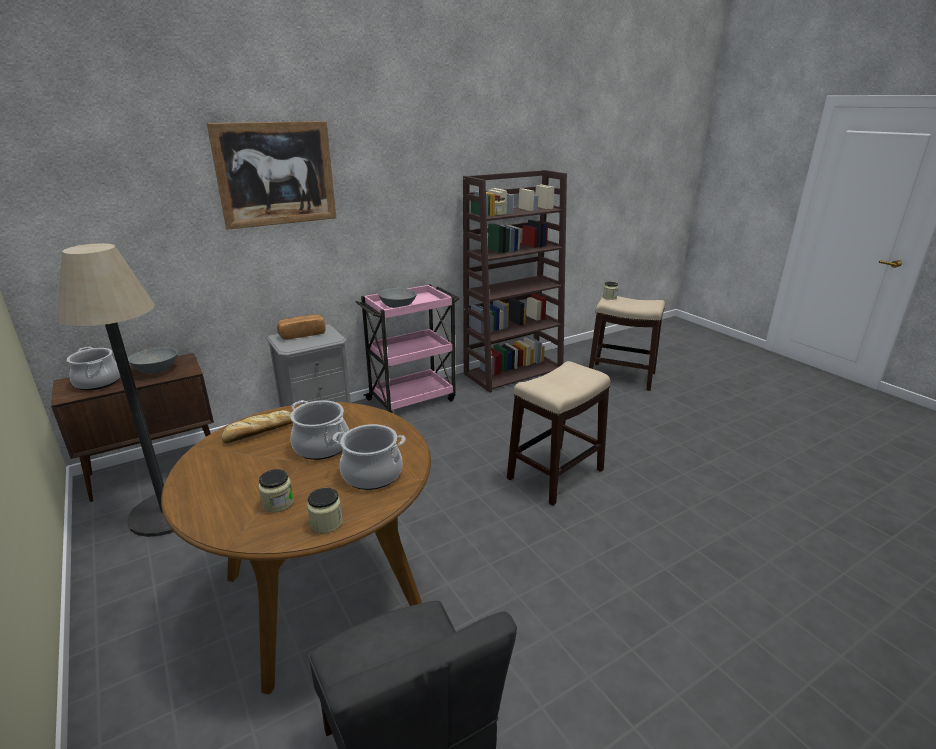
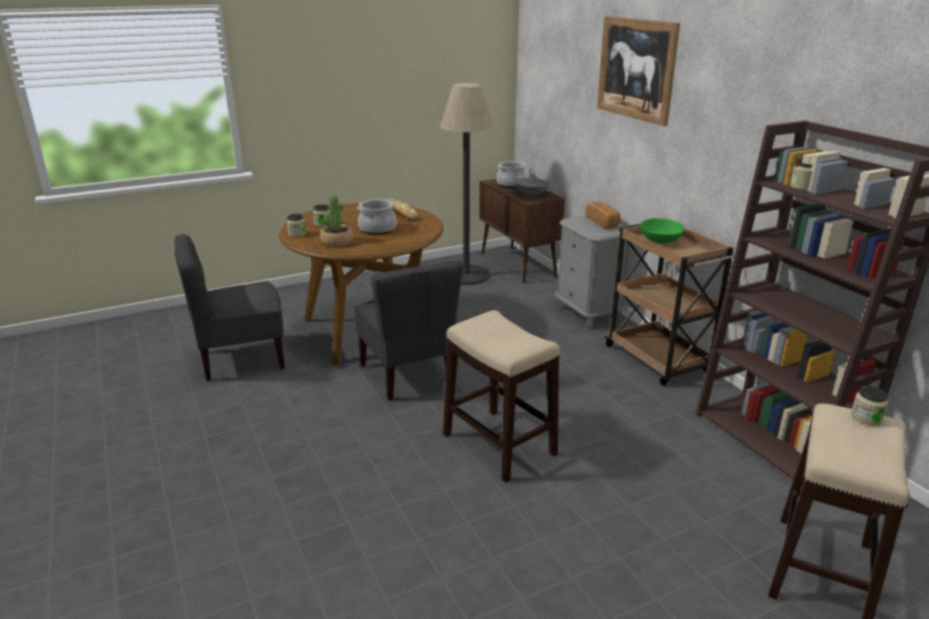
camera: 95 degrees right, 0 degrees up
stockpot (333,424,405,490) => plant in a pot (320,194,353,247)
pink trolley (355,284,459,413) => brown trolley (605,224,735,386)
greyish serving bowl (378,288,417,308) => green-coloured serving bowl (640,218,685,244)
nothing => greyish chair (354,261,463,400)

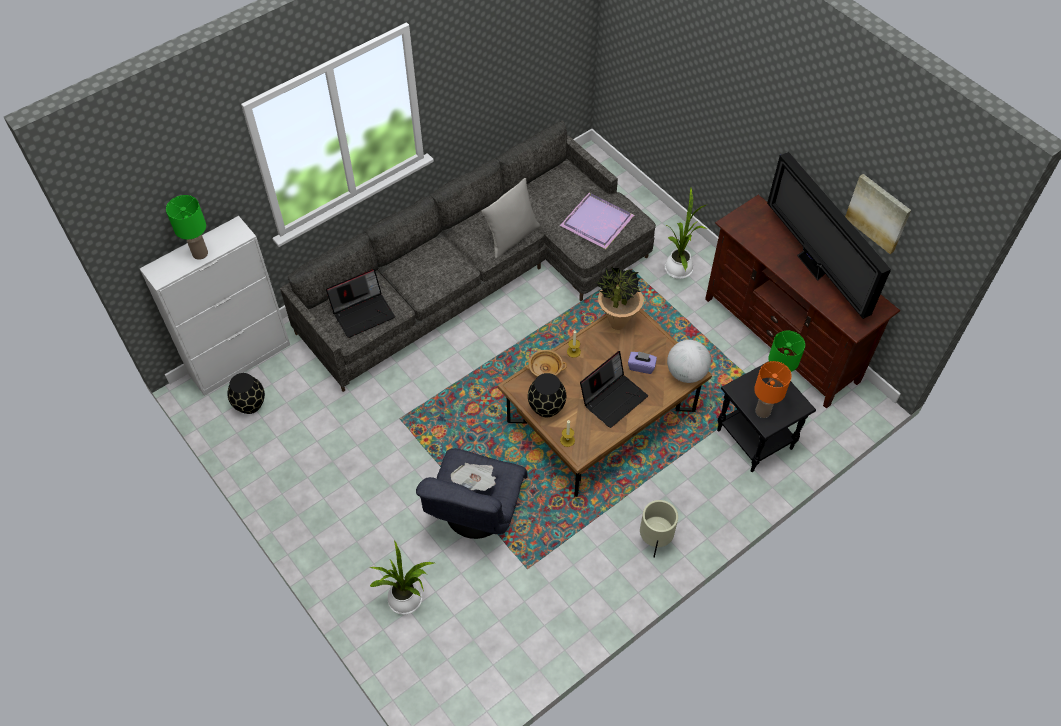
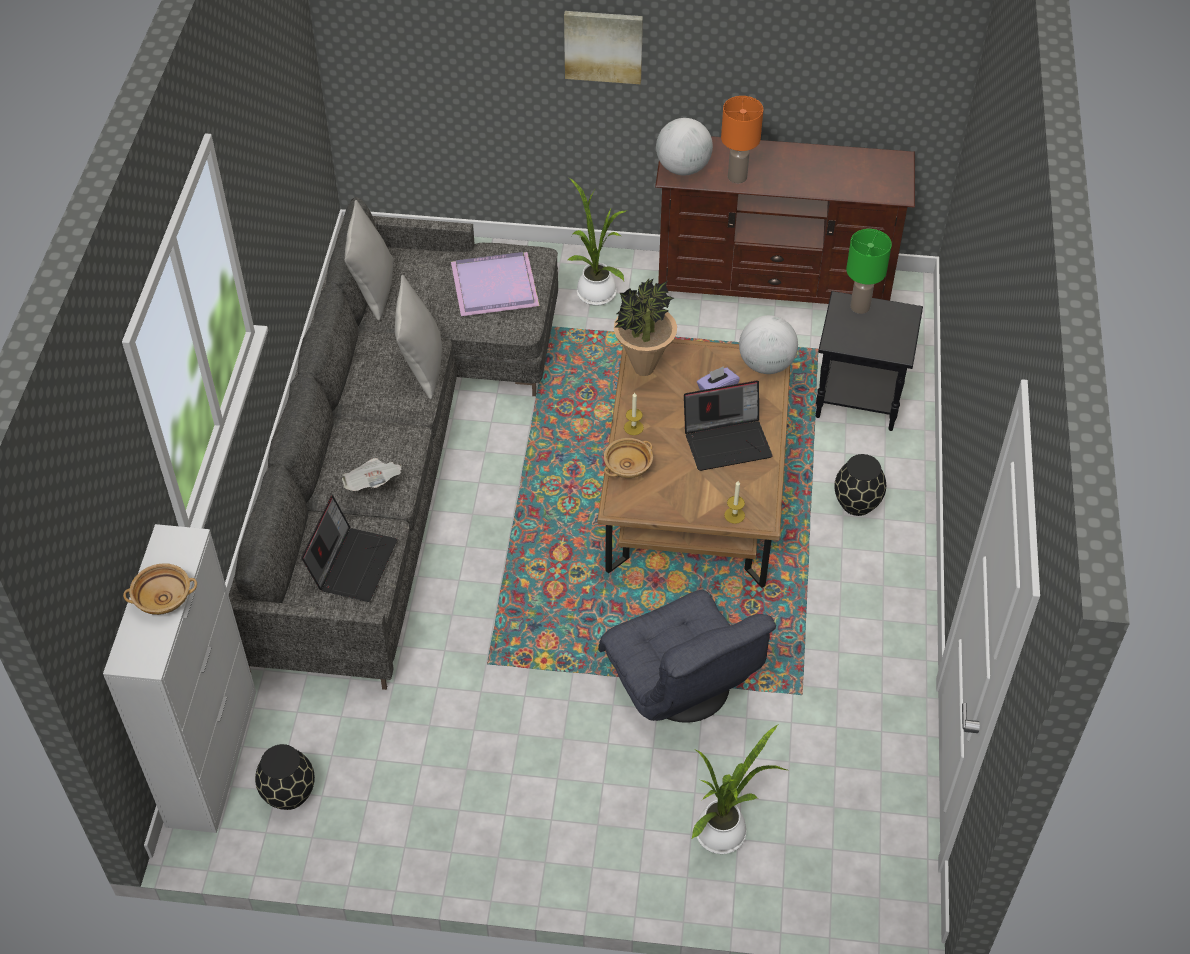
camera: 45 degrees left, 5 degrees down
green-coloured lamp for a table (166,195,208,260) => beige-coloured serving bowl (123,563,197,615)
daily paper (451,463,496,491) => daily paper (342,458,402,491), shifted
blackish flower vase (528,373,566,417) => blackish flower vase (834,454,886,516), shifted
portable computer (580,351,648,428) => portable computer (684,380,773,471), 75 degrees clockwise
beige-coloured flower pot (640,500,678,558) => nothing
orange lamp for a table (754,361,792,418) => orange lamp for a table (721,96,763,183), shifted
television (767,152,891,319) => nothing
wall picture (845,174,911,254) => wall picture (564,11,643,84), shifted
nothing => greyish pillow (345,200,394,321)
nothing => globe (656,118,713,175)

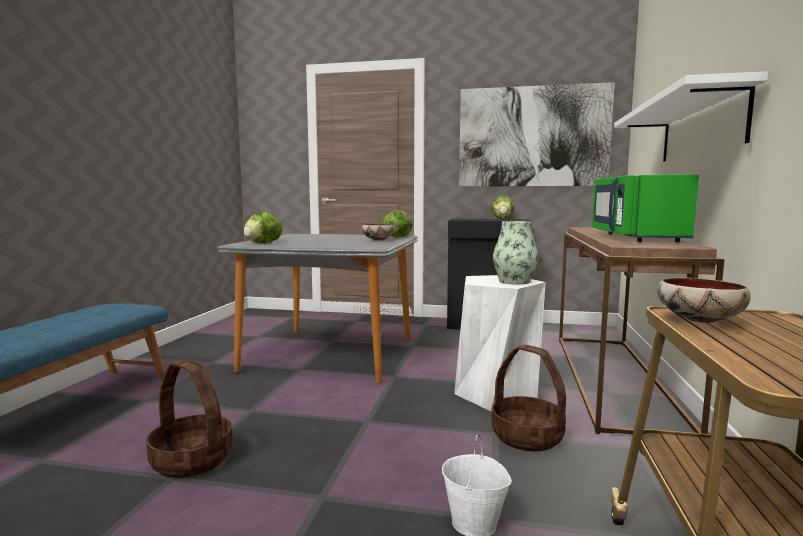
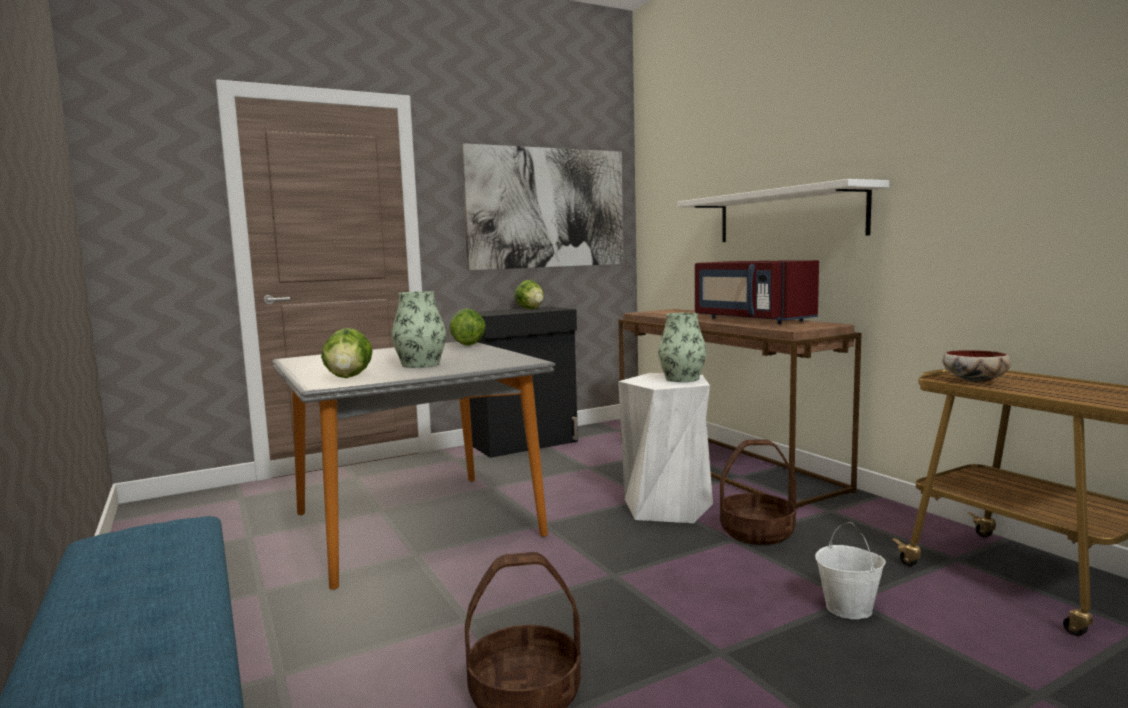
camera: 40 degrees left, 0 degrees up
serving bowl (362,224,395,241) => nothing
green-coloured microwave oven (592,175,699,242) => reddish microwave oven (695,260,819,324)
nothing => flower vase (392,291,446,368)

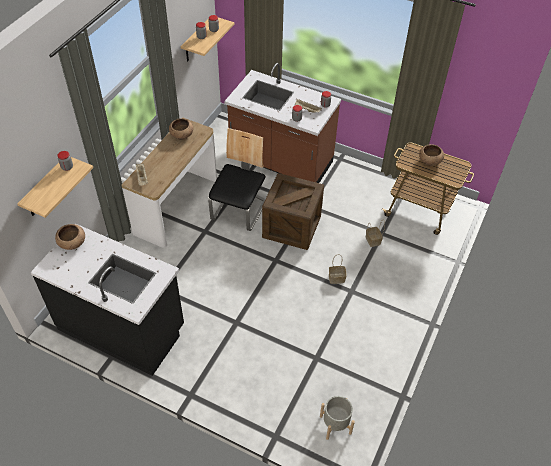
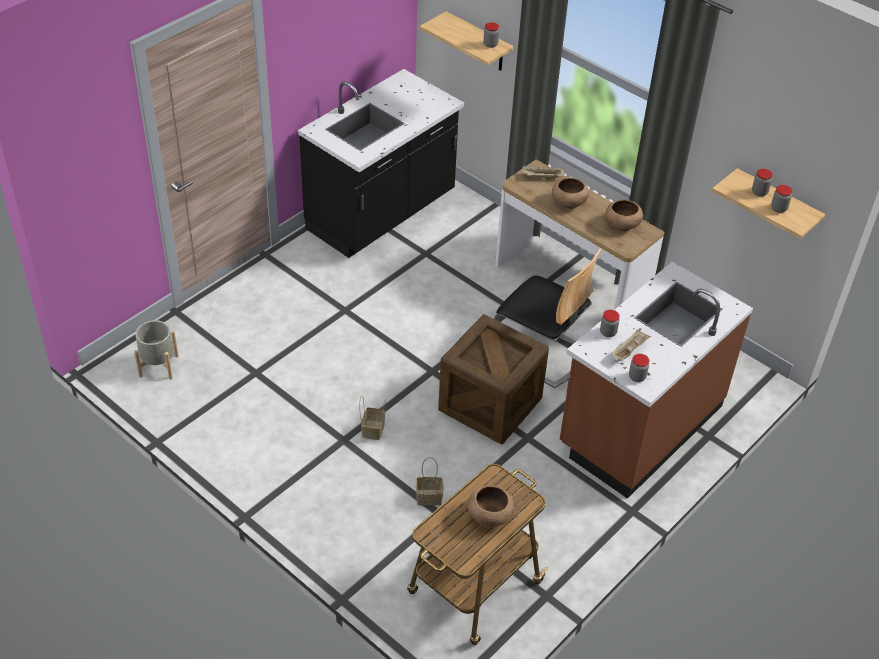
camera: 105 degrees right, 5 degrees down
brown serving bowl (55,224,85,250) => brown serving bowl (552,177,589,209), shifted

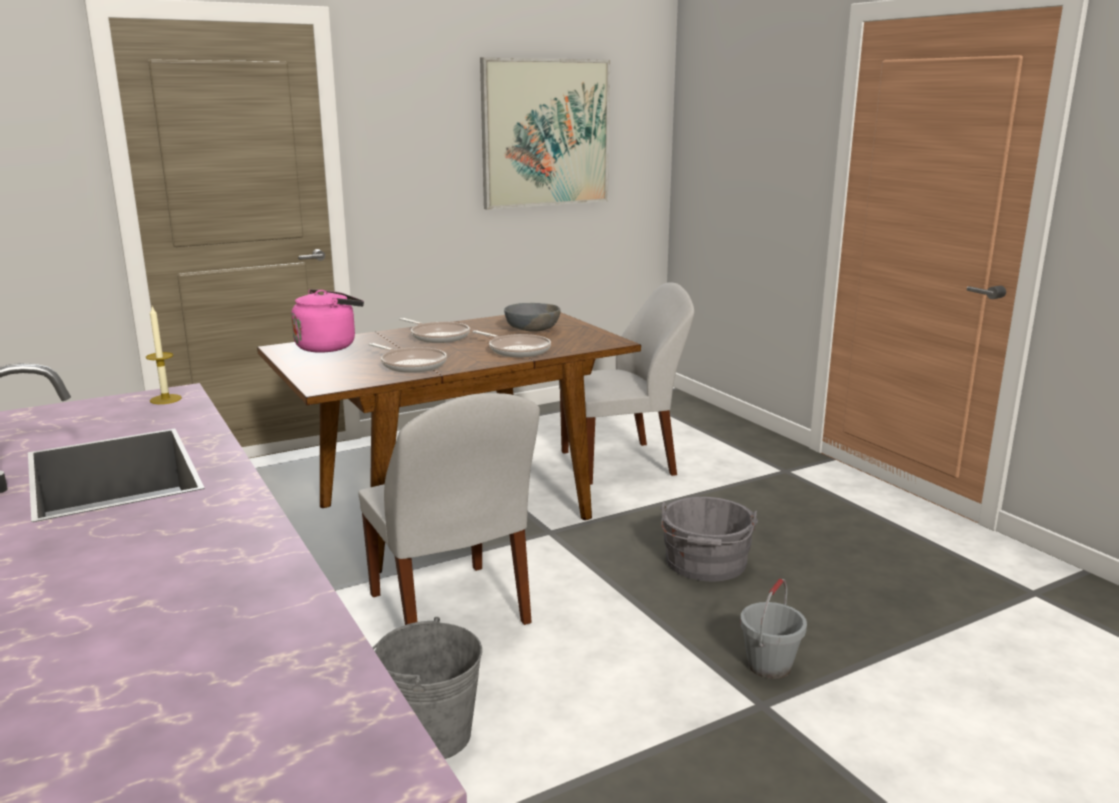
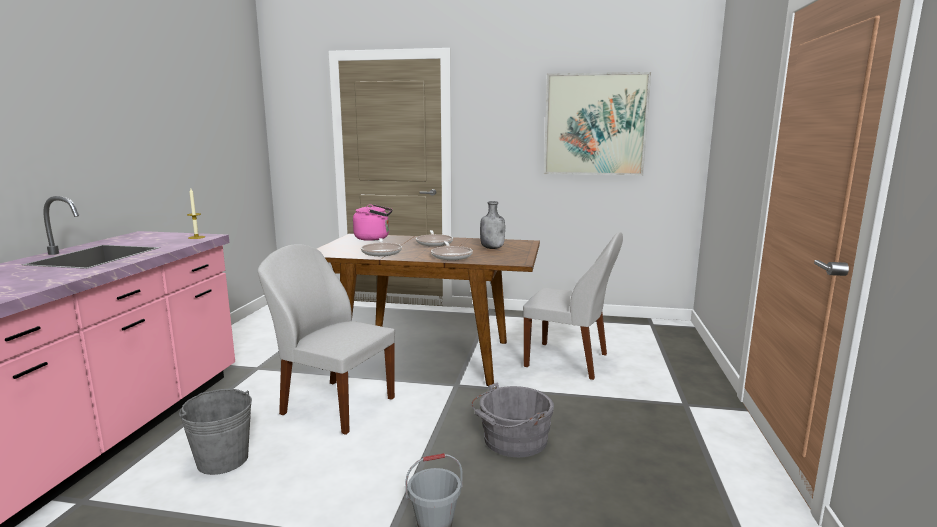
camera: 40 degrees right, 5 degrees down
whitish chair (358,393,540,625) => whitish chair (258,245,395,435), 105 degrees clockwise
greyish serving bowl (504,303,561,332) => greyish beverage bottle (480,201,505,249)

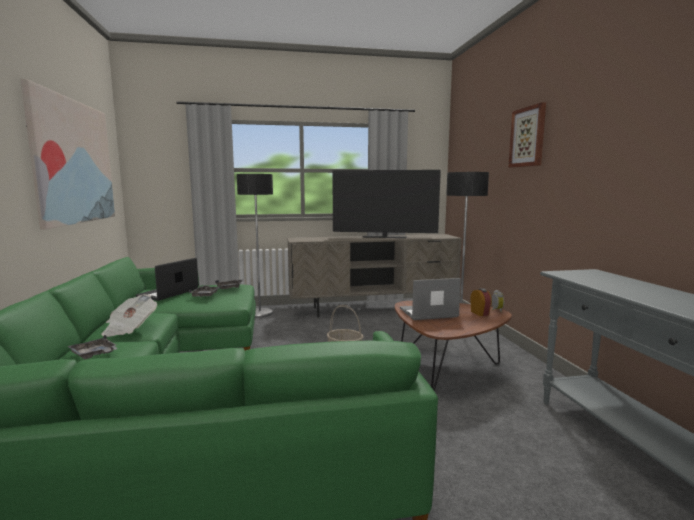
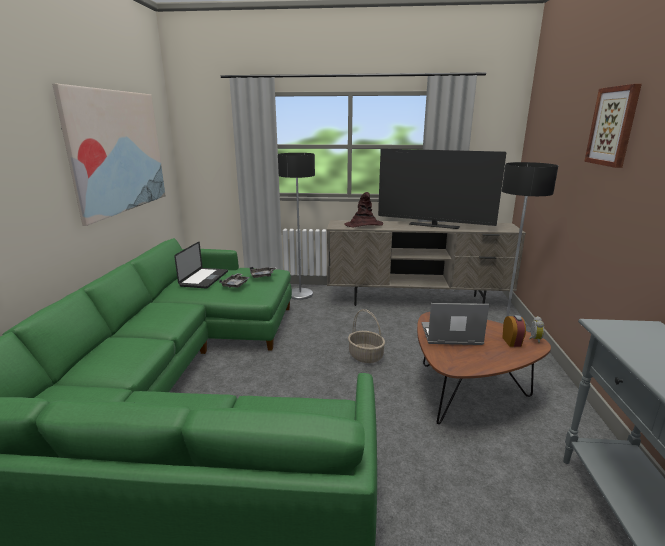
camera: 15 degrees right, 10 degrees up
greyish tray (67,335,118,359) => nothing
daily paper (101,294,157,337) => nothing
portable computer (136,258,199,301) => portable computer (174,241,228,289), 150 degrees clockwise
nothing => brown wearable hat (344,192,383,227)

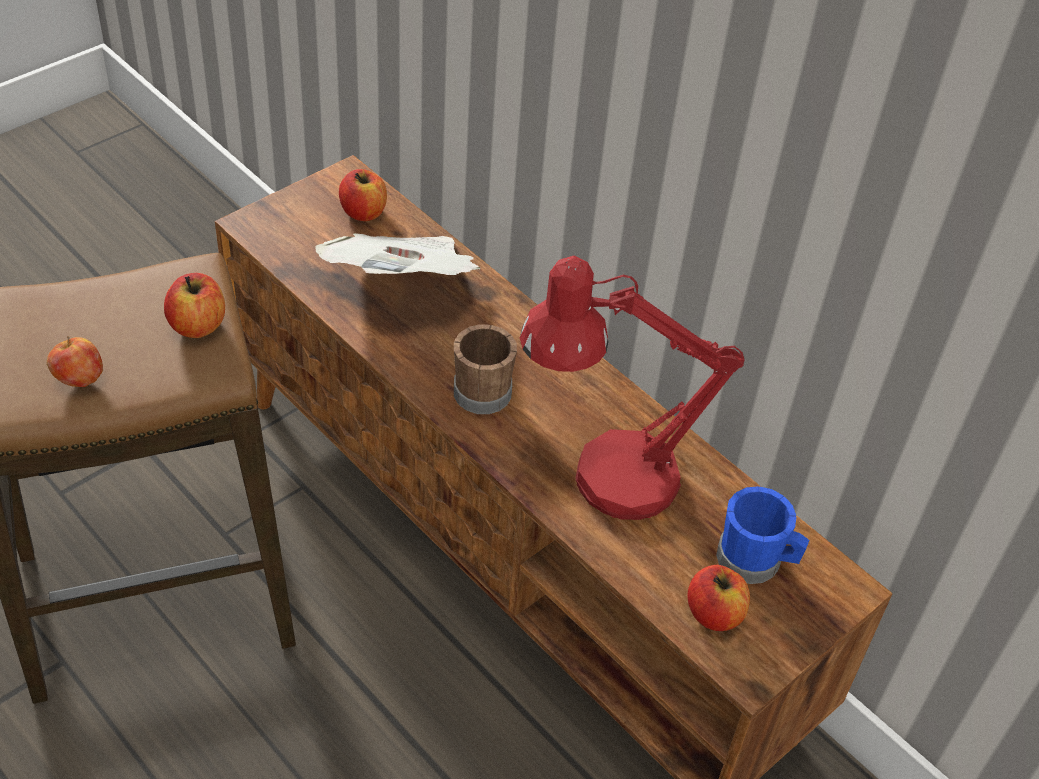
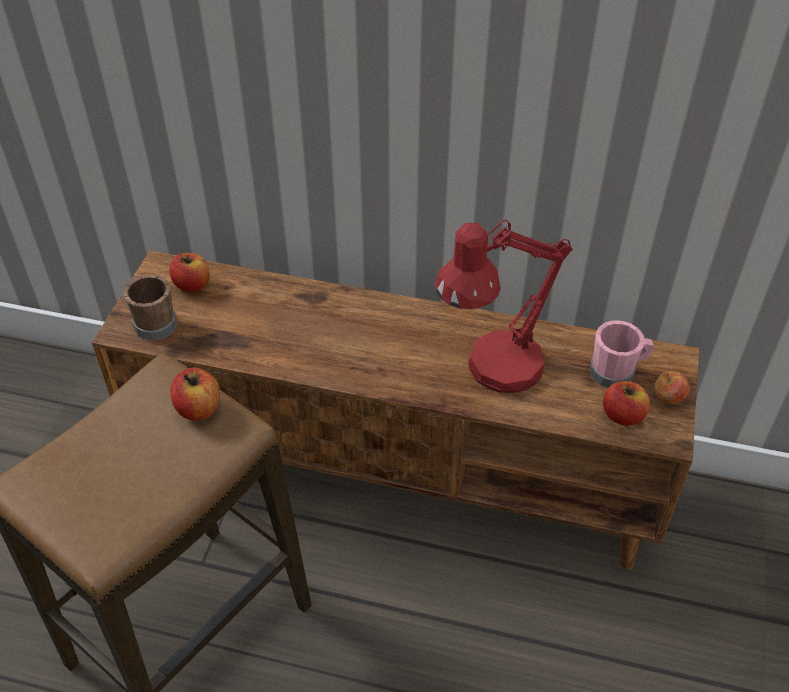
camera: 30 degrees left, 0 degrees up
apple fruit (47,336,103,387) => apple fruit (654,371,690,404), shifted
daily paper (315,233,481,275) => nothing
brown tea mug (454,324,517,414) => brown tea mug (123,274,177,340), shifted
blue-coloured tea mug (716,486,810,584) => pink tea mug (589,320,654,388)

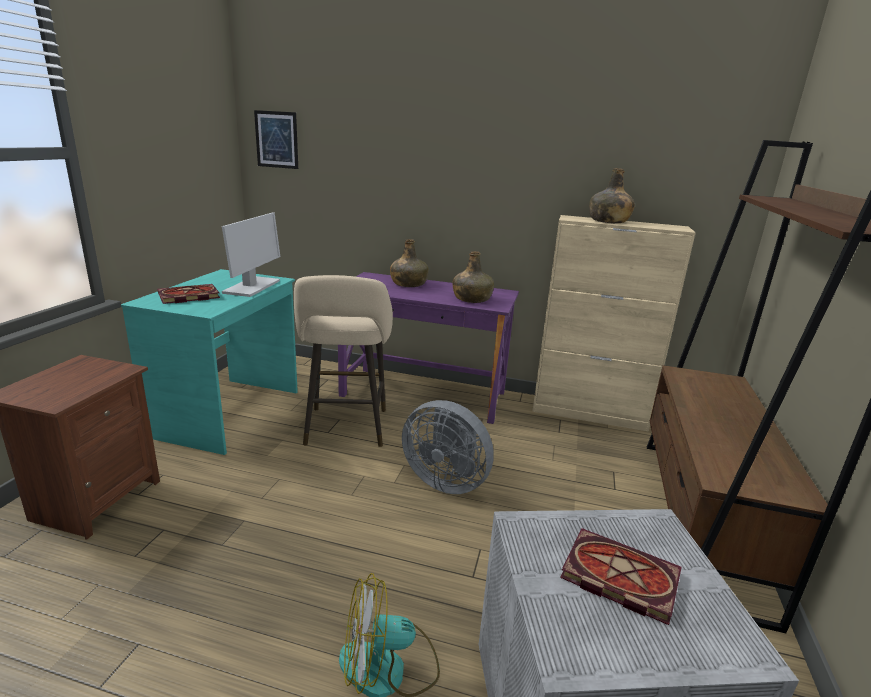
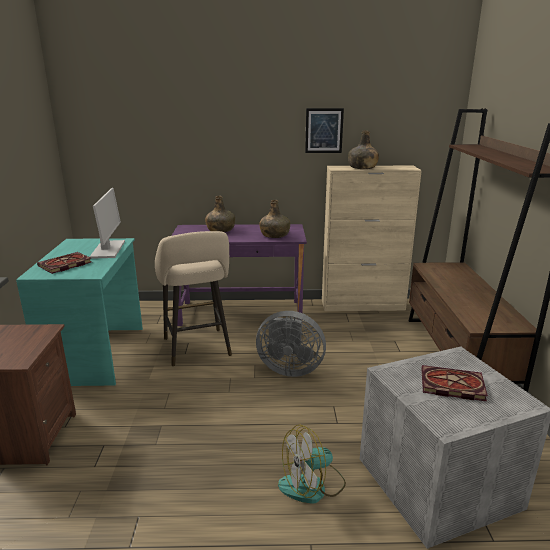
camera: 15 degrees left, 0 degrees up
wall picture (254,110,298,169) => wall picture (305,108,344,153), shifted

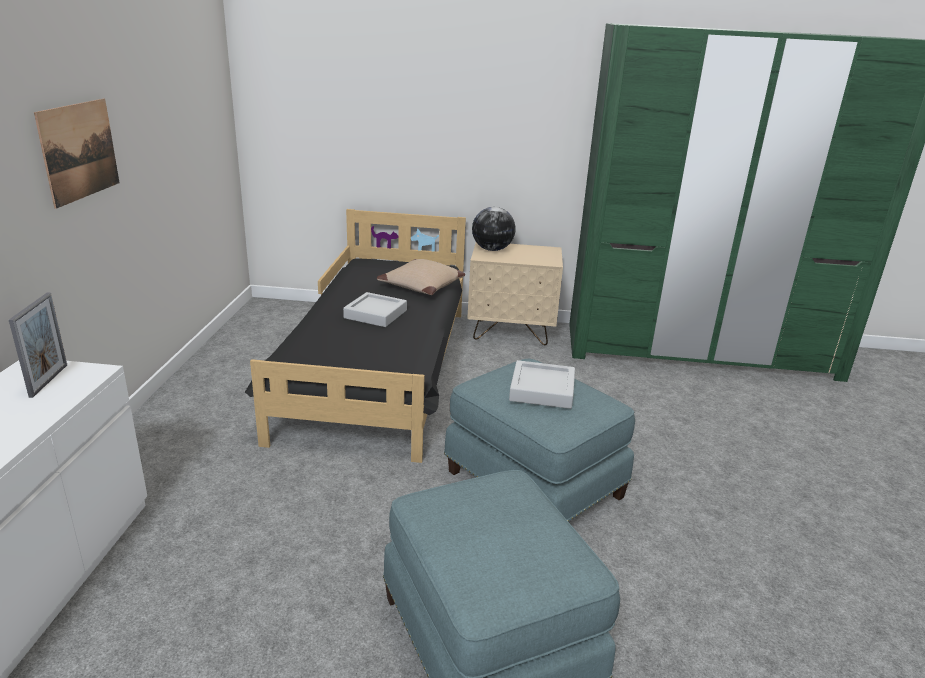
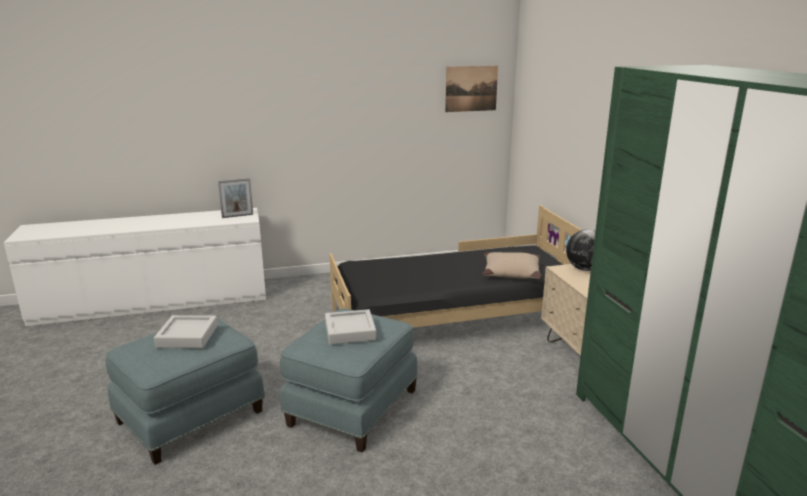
camera: 70 degrees right, 5 degrees down
wall picture (34,99,119,209) => wall picture (445,66,498,112), shifted
greyish tray (343,292,407,327) => greyish tray (154,315,218,348), shifted

